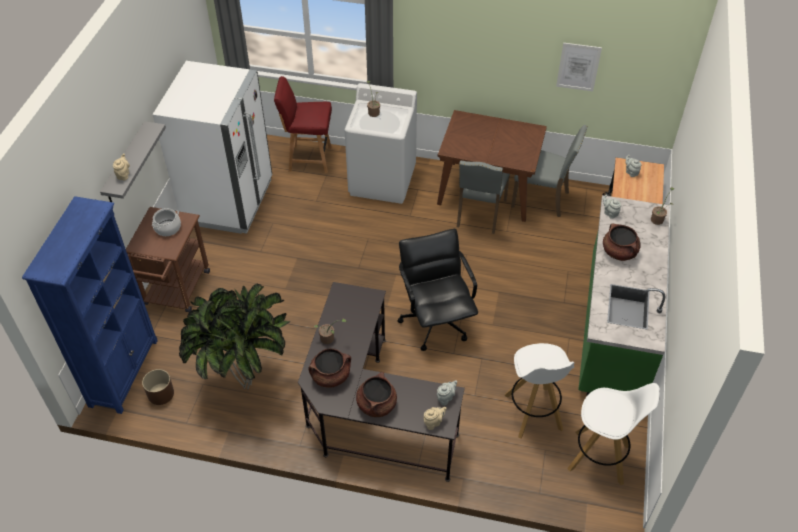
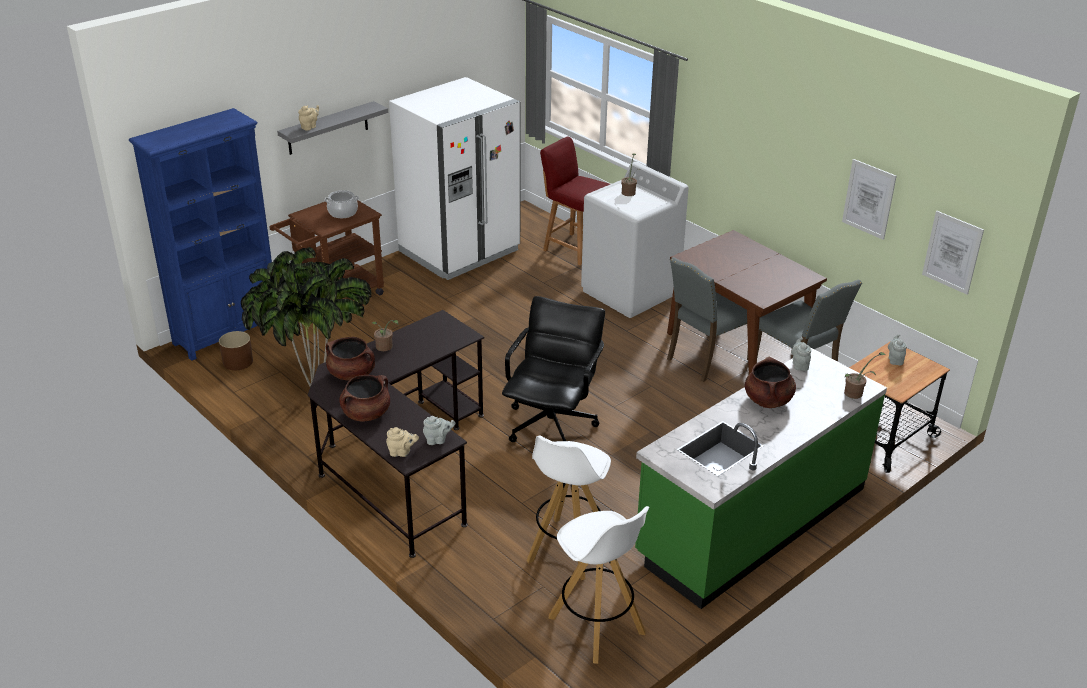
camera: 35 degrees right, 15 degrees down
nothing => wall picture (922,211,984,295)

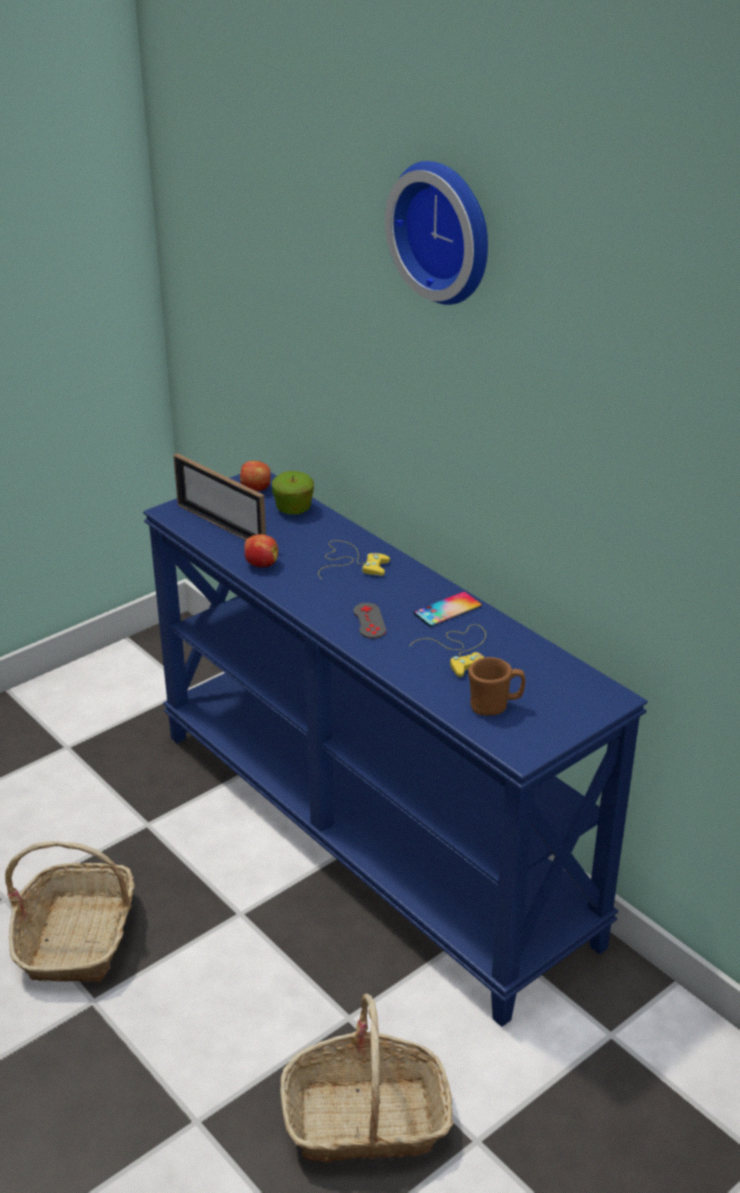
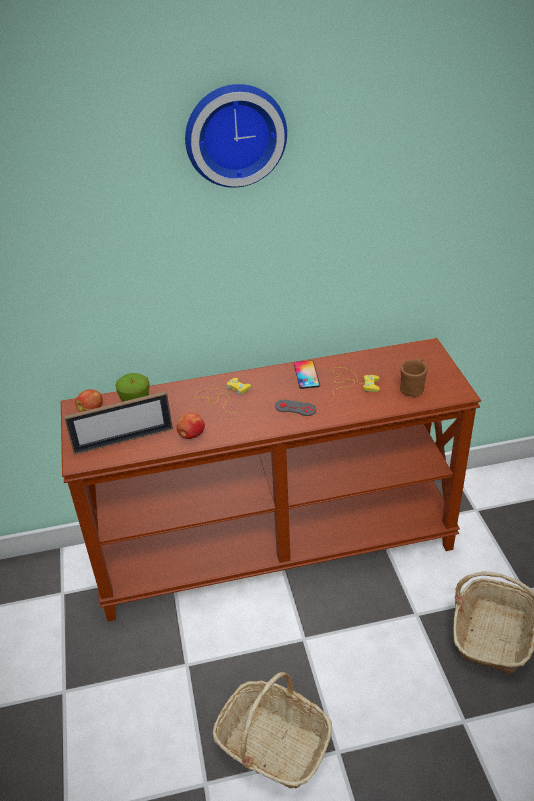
camera: 60 degrees left, 5 degrees up
blue-coloured console table (143,472,648,1027) => brown console table (61,338,481,622)

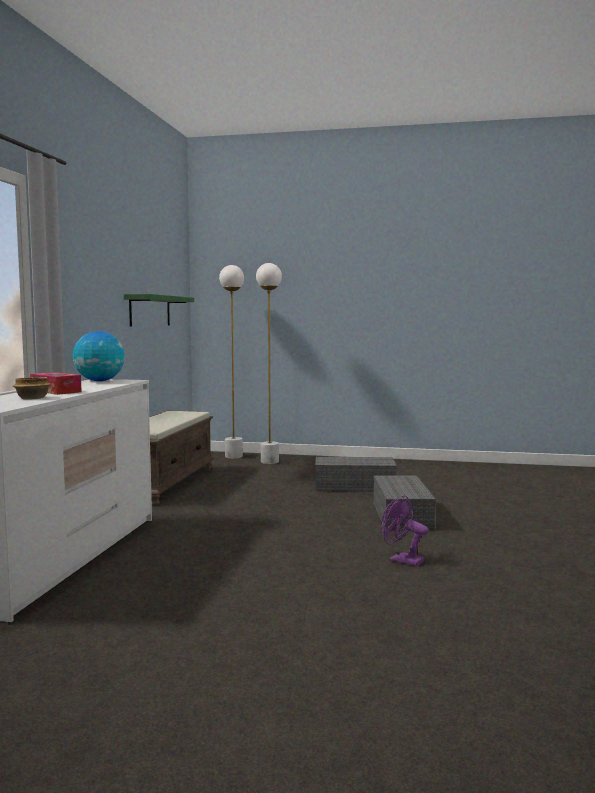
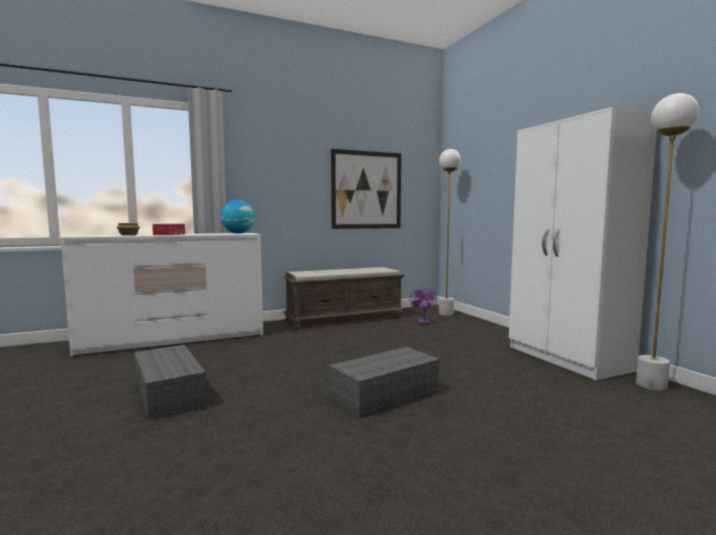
camera: 55 degrees right, 0 degrees up
green-coloured shelf (124,294,194,327) => wall picture (331,149,401,229)
whitish standing lamp (256,263,282,464) => whitish standing lamp (636,93,699,391), shifted
greyish storage box (315,457,397,492) => greyish storage box (134,345,207,420), shifted
purplish cooling fan (381,495,429,566) => purplish cooling fan (410,288,437,324), shifted
nothing => whitish clothes cupboard (509,107,657,381)

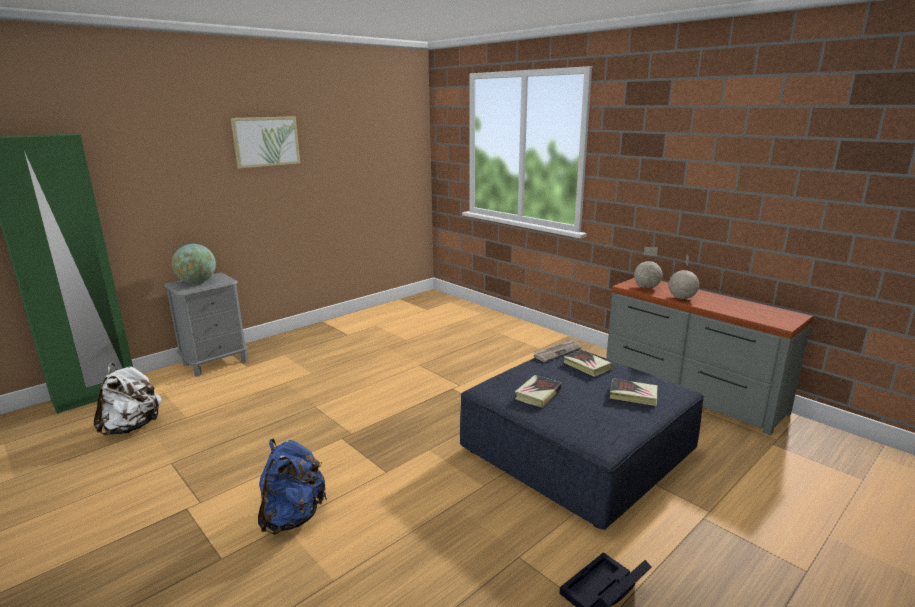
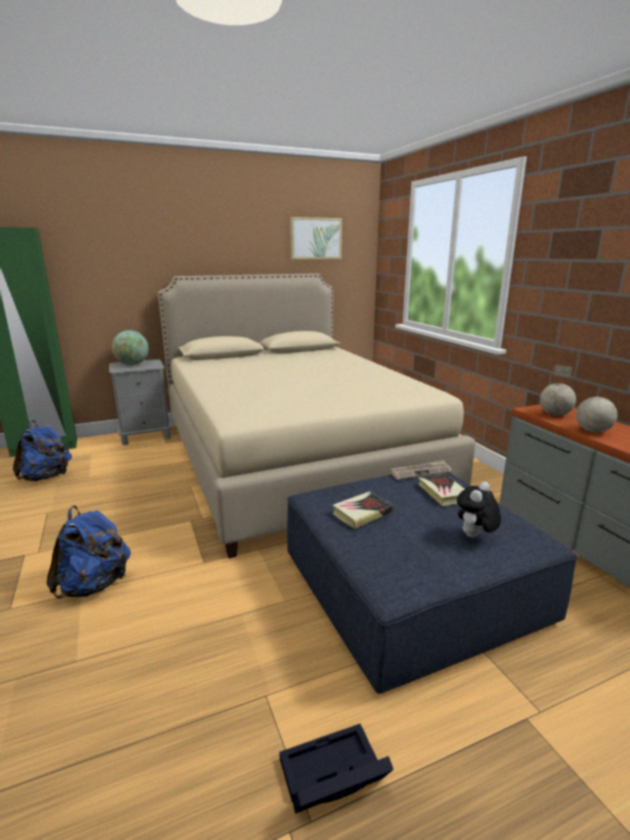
camera: 20 degrees right, 0 degrees up
whitish rucksack (94,363,162,435) => blue-coloured rucksack (13,420,72,481)
wall picture (231,116,300,169) => wall picture (290,217,342,260), shifted
volume (610,379,658,406) => plush toy (457,482,501,538)
nothing => beige-coloured bed (158,273,476,558)

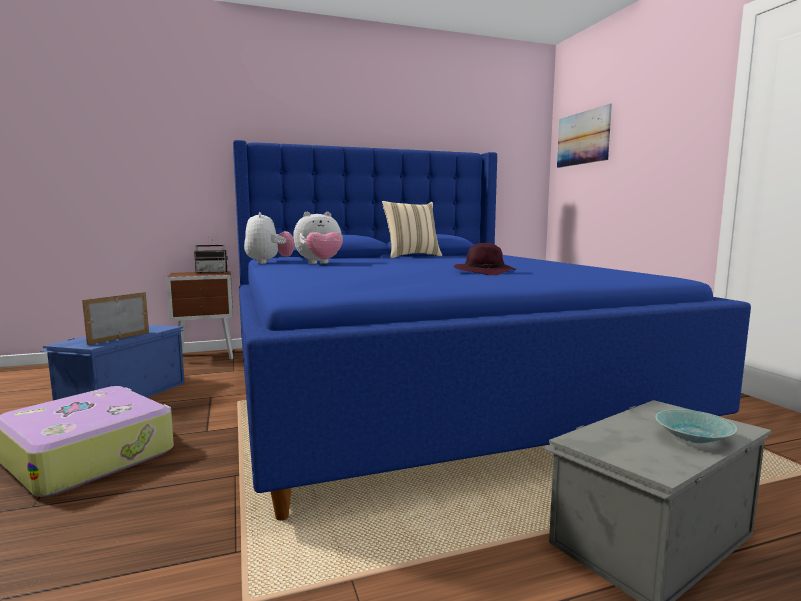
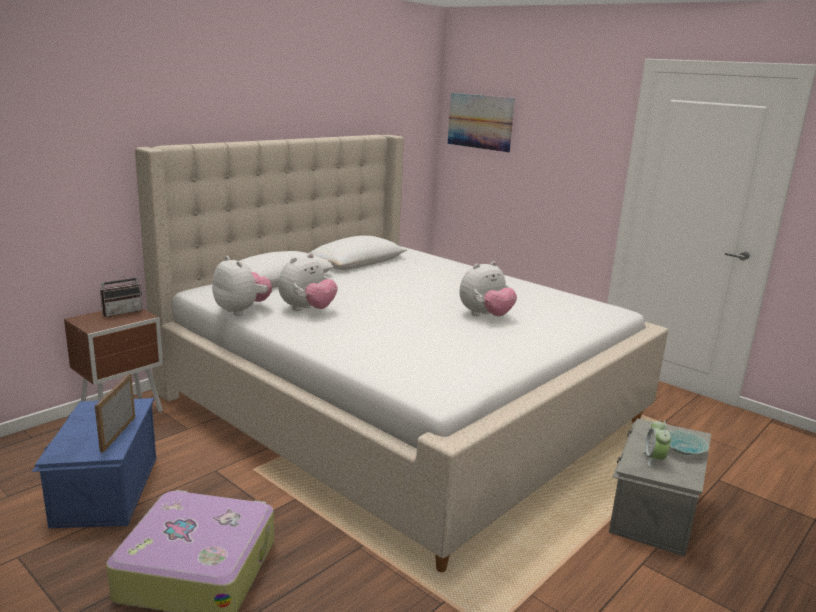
camera: 30 degrees left, 10 degrees up
blue-coloured bed (233,140,751,521) => beige-coloured bed (135,135,668,572)
beige-coloured pillow (382,201,442,258) => nothing
purplish wearable hat (454,242,516,275) => plush toy (459,261,517,316)
nothing => table clock (643,420,671,467)

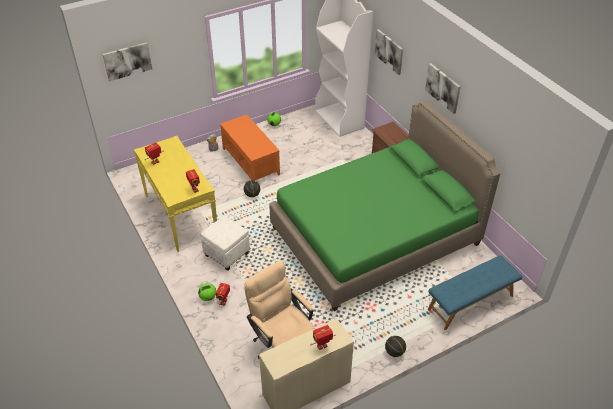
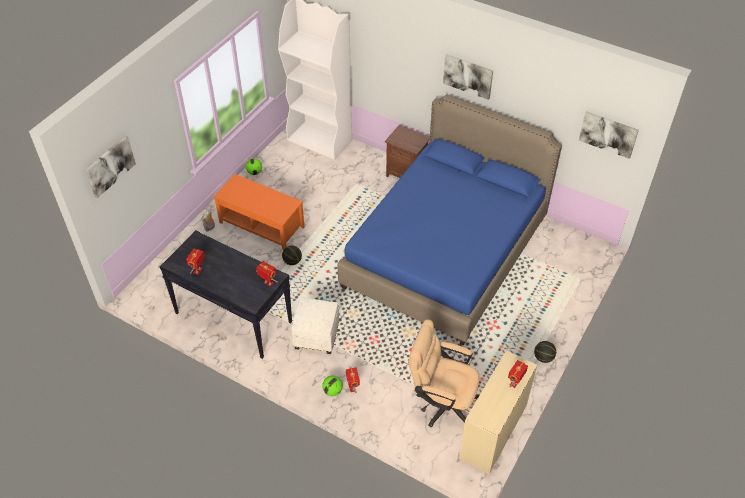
camera: 30 degrees left, 5 degrees up
yellow console table (134,136,217,252) => blackish console table (160,230,292,359)
green-coloured bed (269,101,500,311) => blue-coloured bed (337,94,562,346)
wall picture (374,29,403,75) => wall picture (579,111,639,159), shifted
blue-coloured indoor bench (428,255,522,330) => nothing

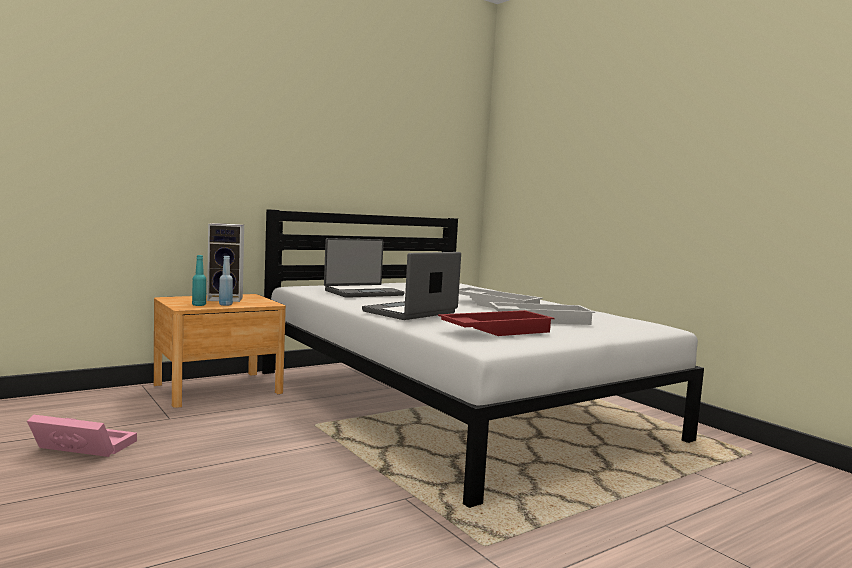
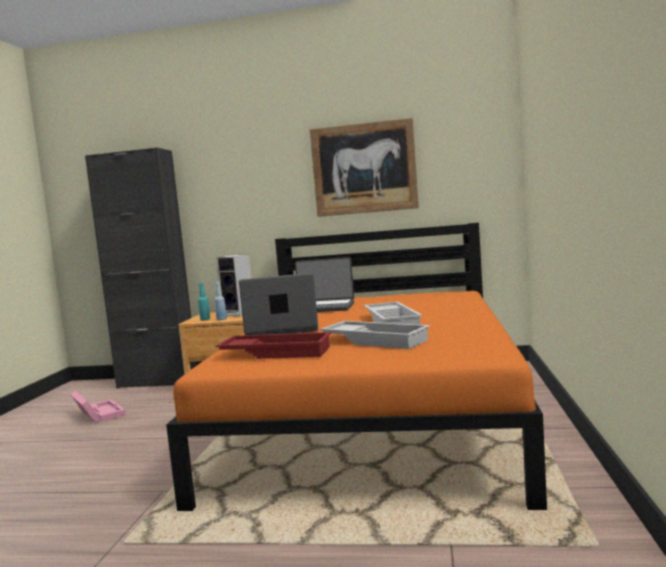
camera: 45 degrees right, 0 degrees up
whitish bed (262,209,704,508) => orange bed (166,223,547,511)
nothing => blackish storage cabinet (85,148,197,389)
nothing => wall picture (310,118,419,217)

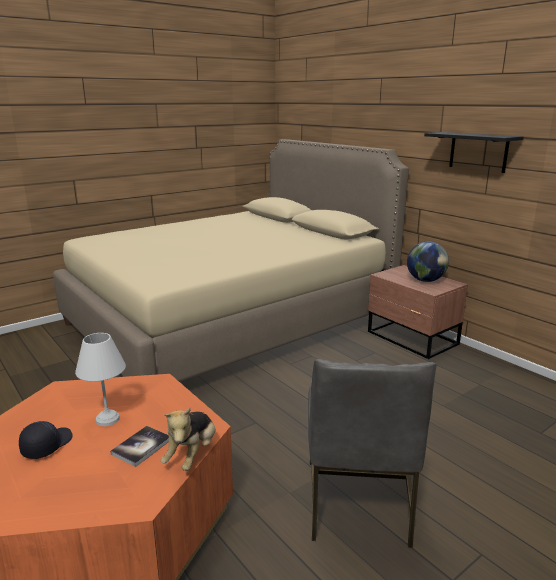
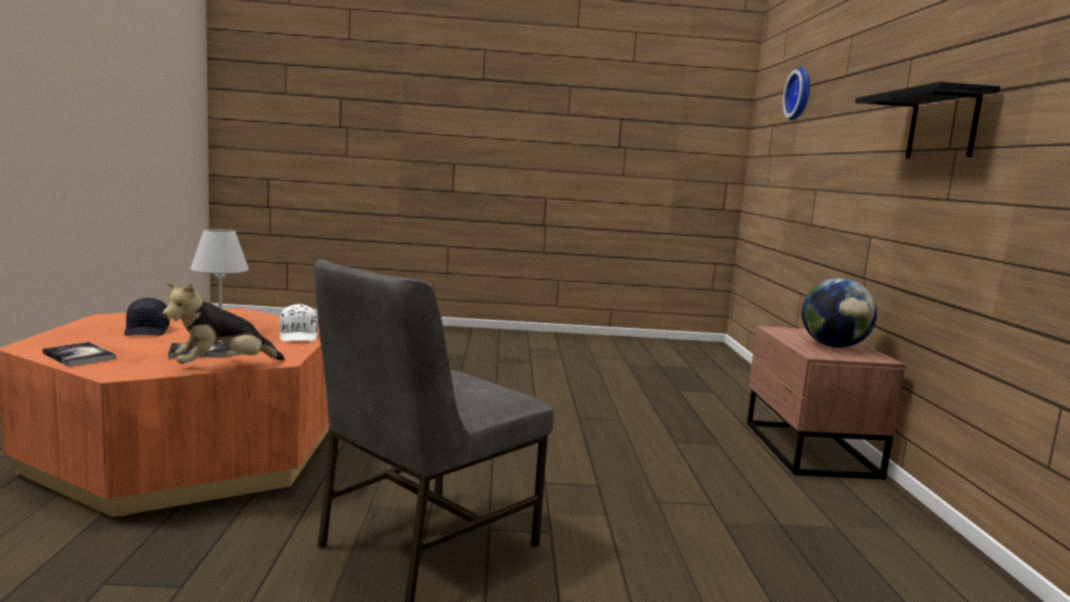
camera: 35 degrees right, 10 degrees down
blackish baseball cap (19,421,73,459) => blackish baseball cap (124,298,170,336), 105 degrees clockwise
beige-coloured bed (53,139,409,382) => nothing
nothing => volume (42,342,115,367)
nothing => whitish baseball cap (279,304,318,341)
nothing => clock on the wall (782,67,810,120)

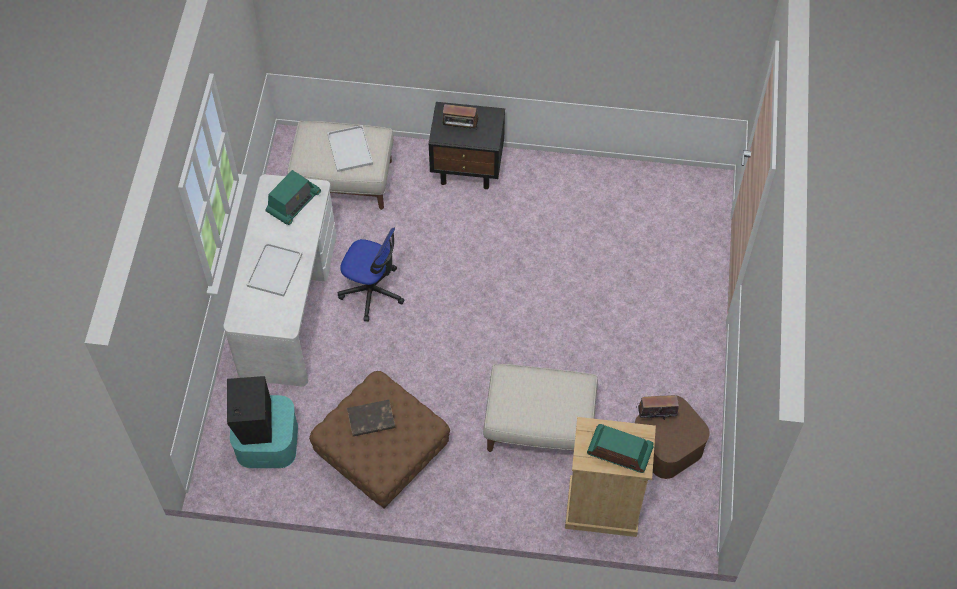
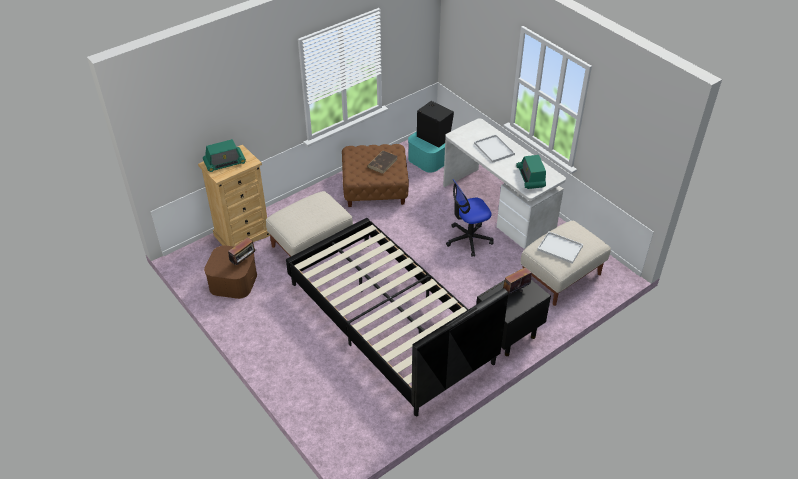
camera: 135 degrees right, 15 degrees down
nothing => blackish bed (286,218,508,417)

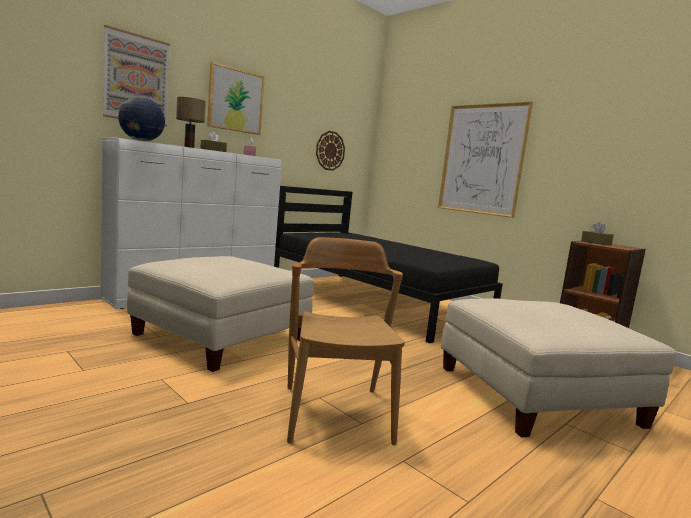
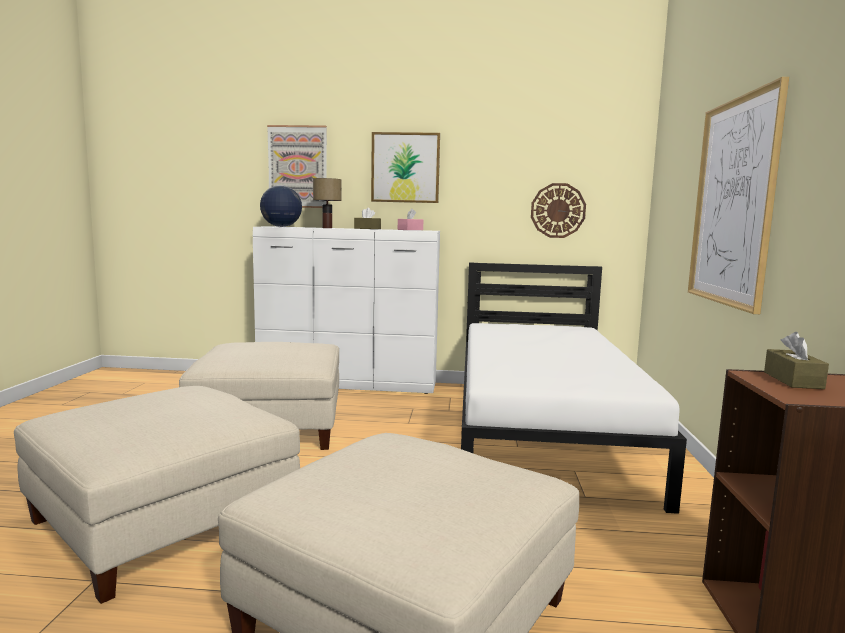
camera: 50 degrees right, 0 degrees up
blackish bed (274,186,503,343) => whitish bed (461,262,687,514)
brown chair (287,237,405,446) => beige-coloured footrest (14,386,300,604)

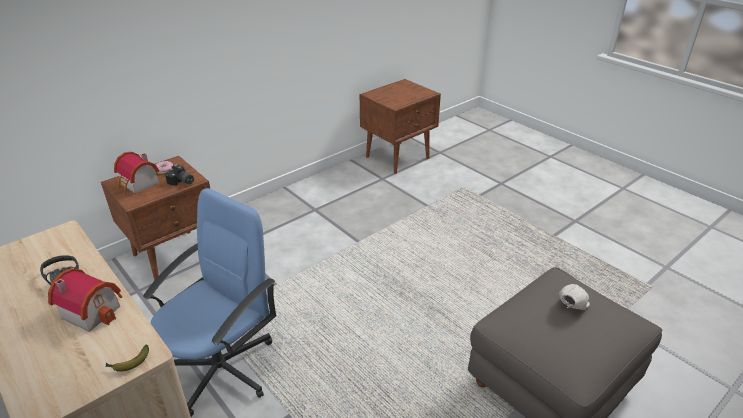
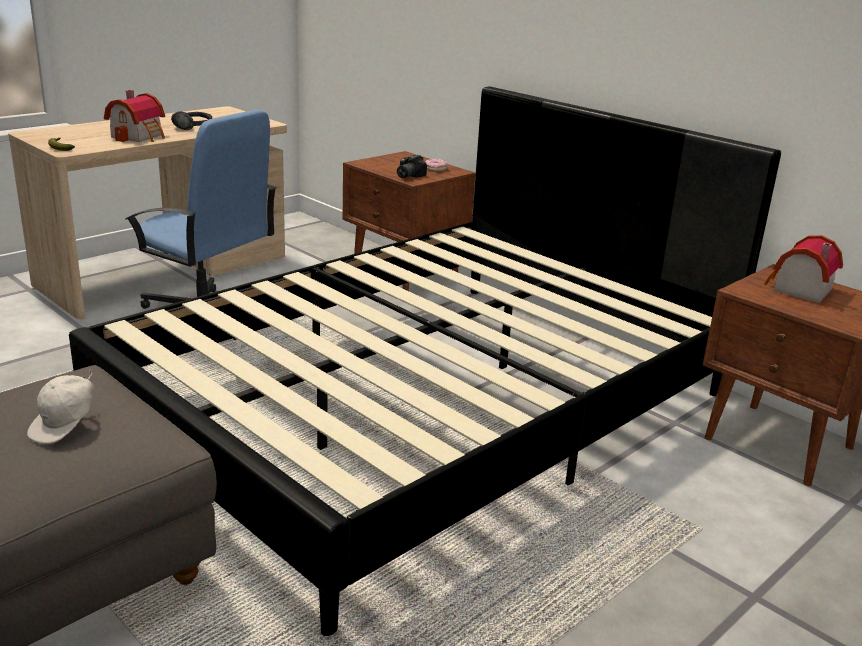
camera: 85 degrees right, 10 degrees down
model house (114,151,159,195) => model house (764,235,843,303), shifted
whitish baseball cap (559,284,590,310) => whitish baseball cap (27,371,94,444), 75 degrees clockwise
nothing => blackish bed (69,86,781,636)

